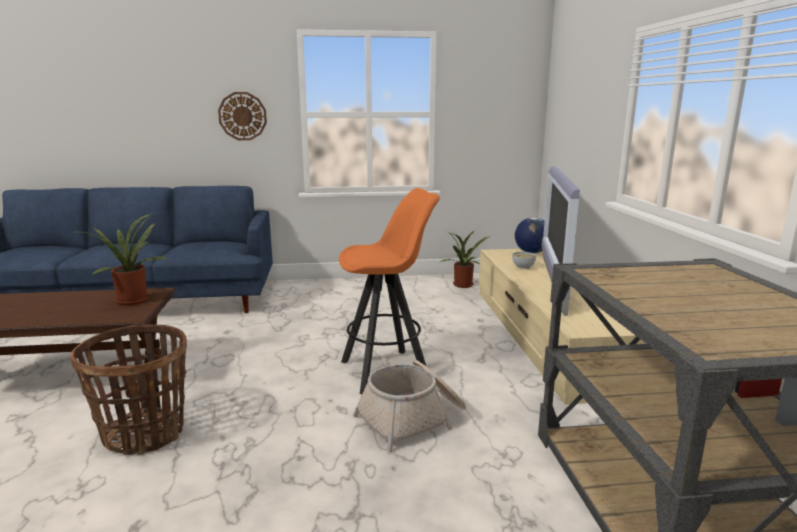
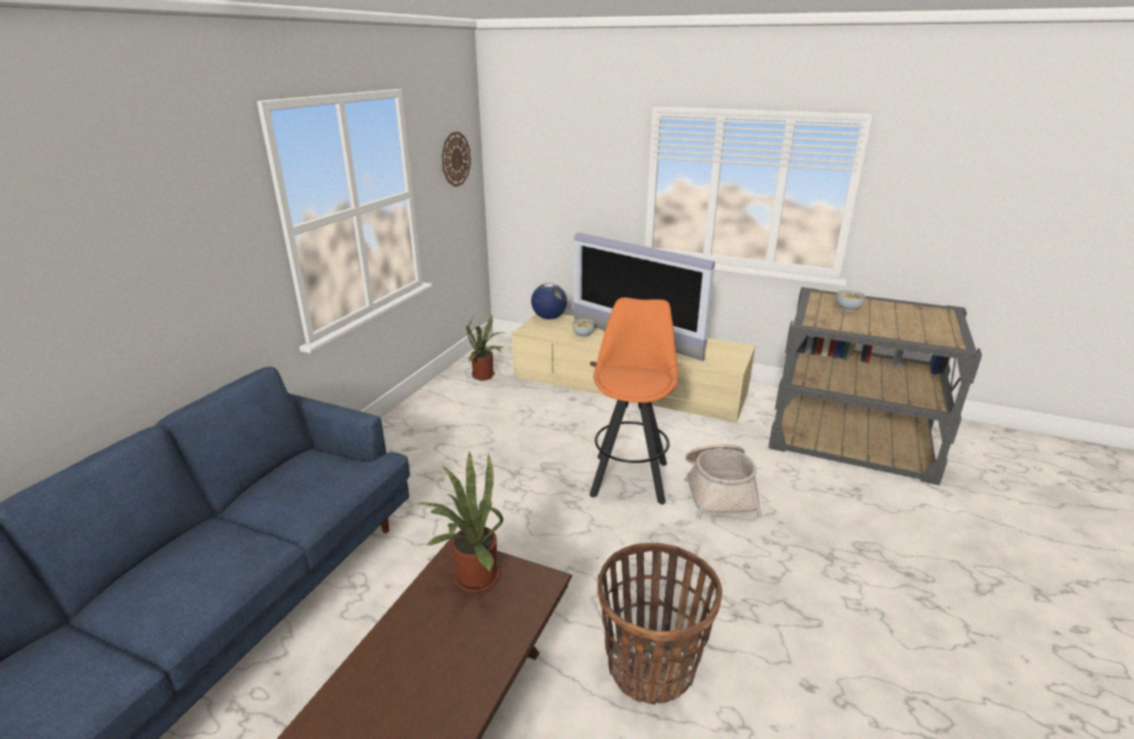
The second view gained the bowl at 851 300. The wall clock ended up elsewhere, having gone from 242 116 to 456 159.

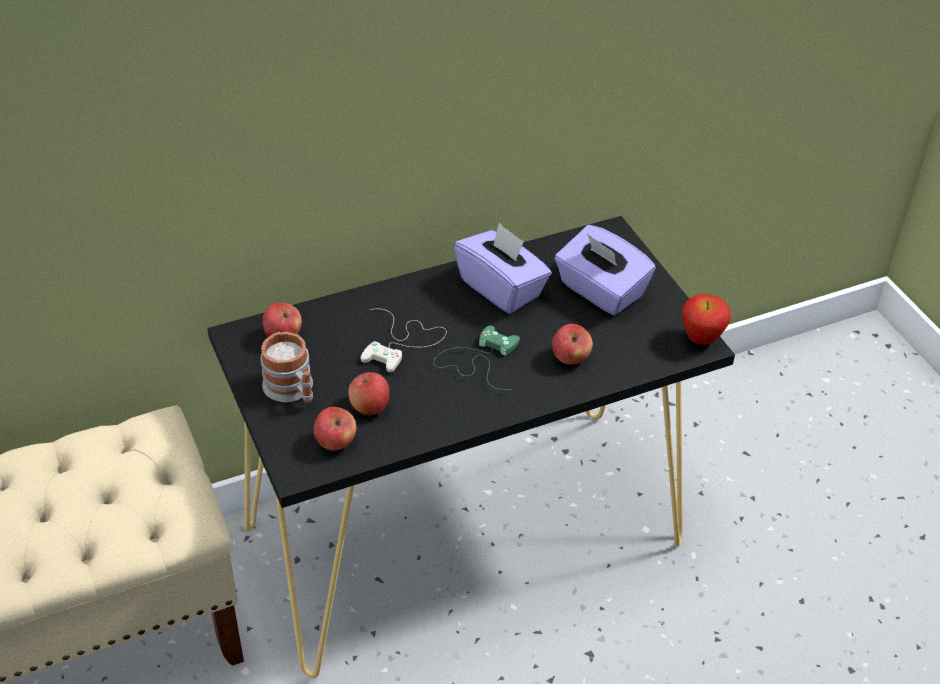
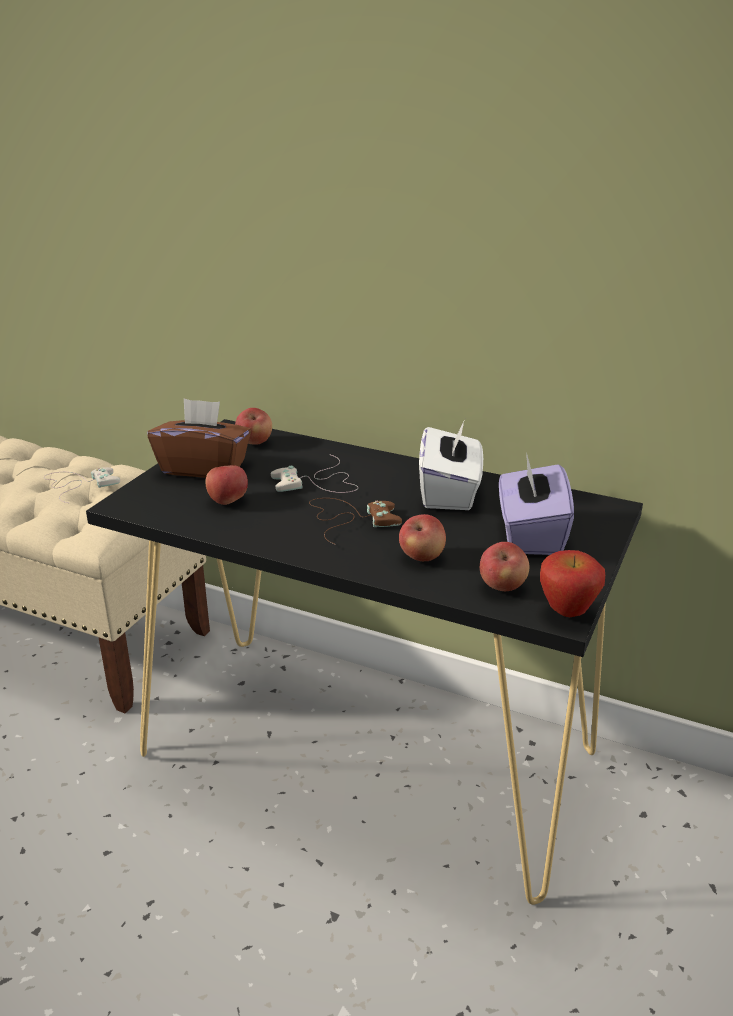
The second view gained the white game controller at 82 485. The apple ended up elsewhere, having gone from 335 429 to 504 566. Where the mug stood at 286 367, the brown tissue box came to stand at 199 438. What was the green game controller at 476 357 turned into the brown game controller at 355 521. What was the purple tissue box at 503 268 turned into the white tissue box at 451 467.

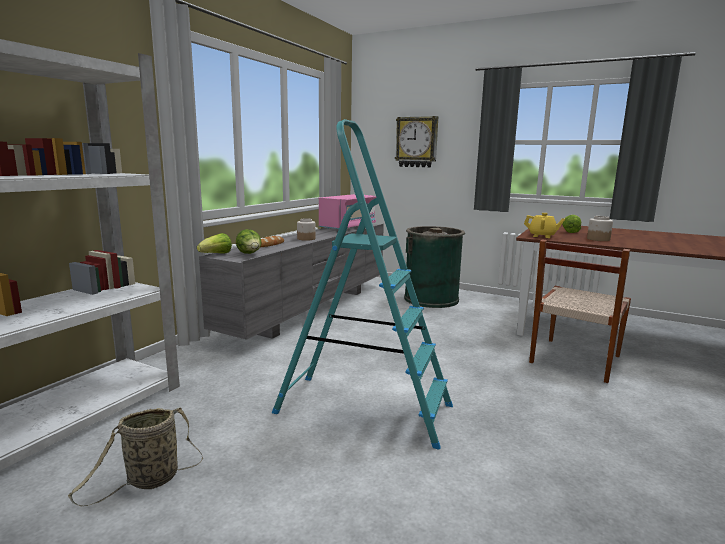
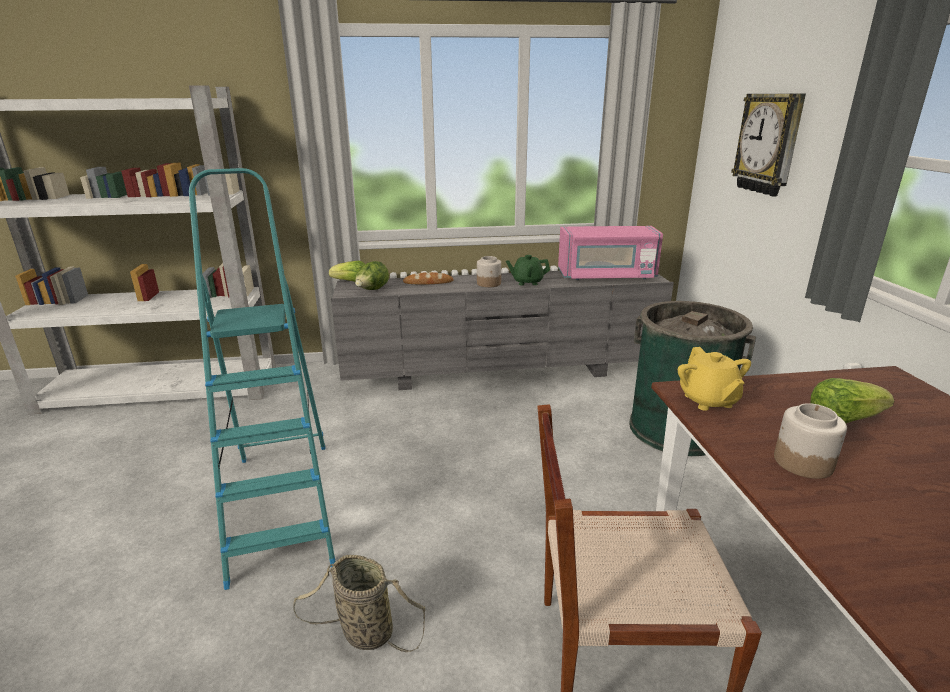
The second view gained the green teapot at 528 270. The basket ended up elsewhere, having gone from 135 457 to 359 603.

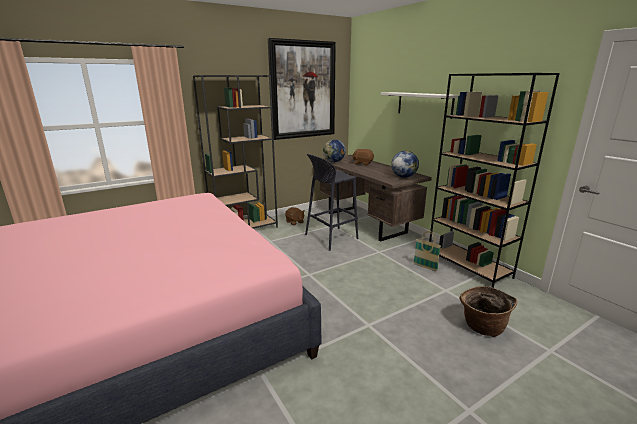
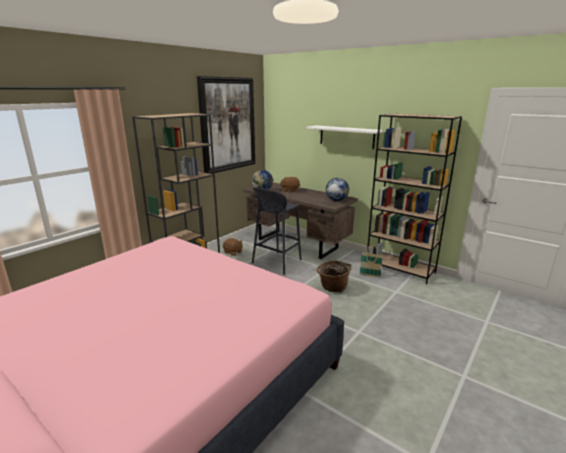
The basket ended up elsewhere, having gone from 488 311 to 334 276.

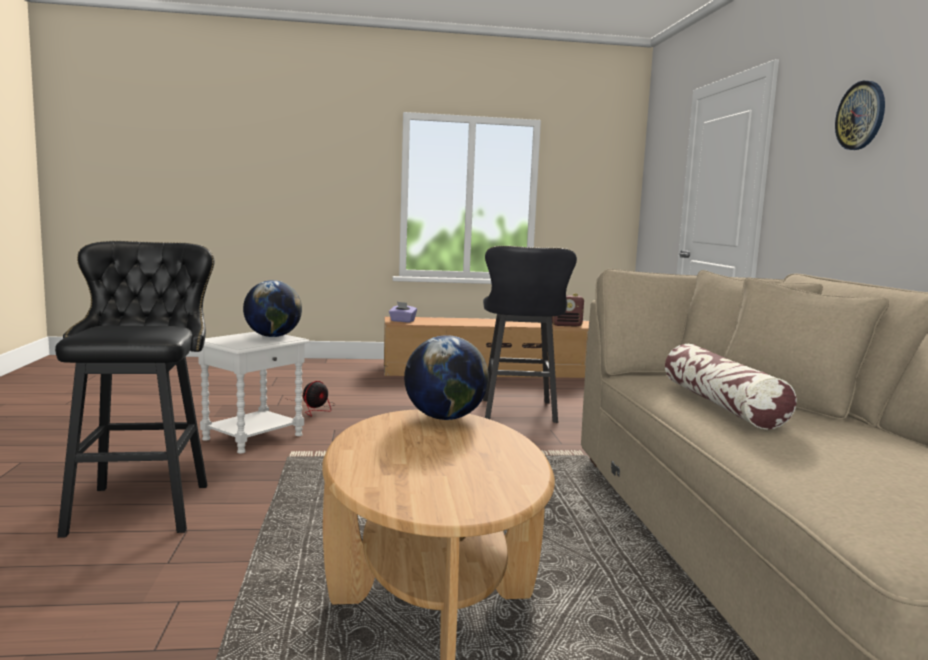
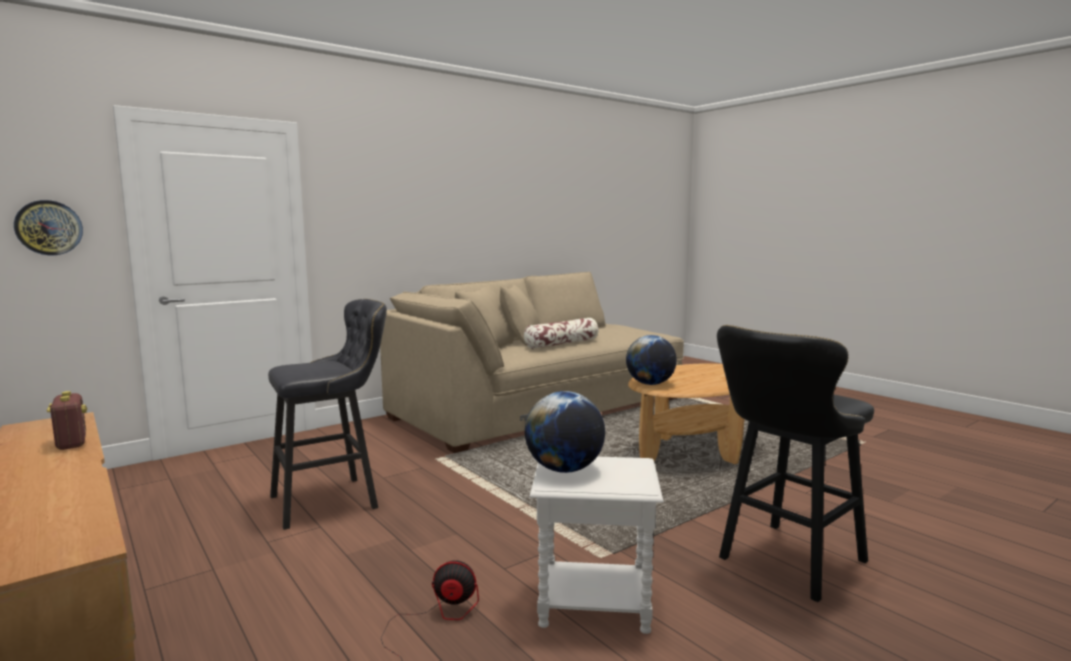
The second view lost the purple tissue box at 403 312. The wall clock ended up elsewhere, having gone from 860 115 to 48 227.

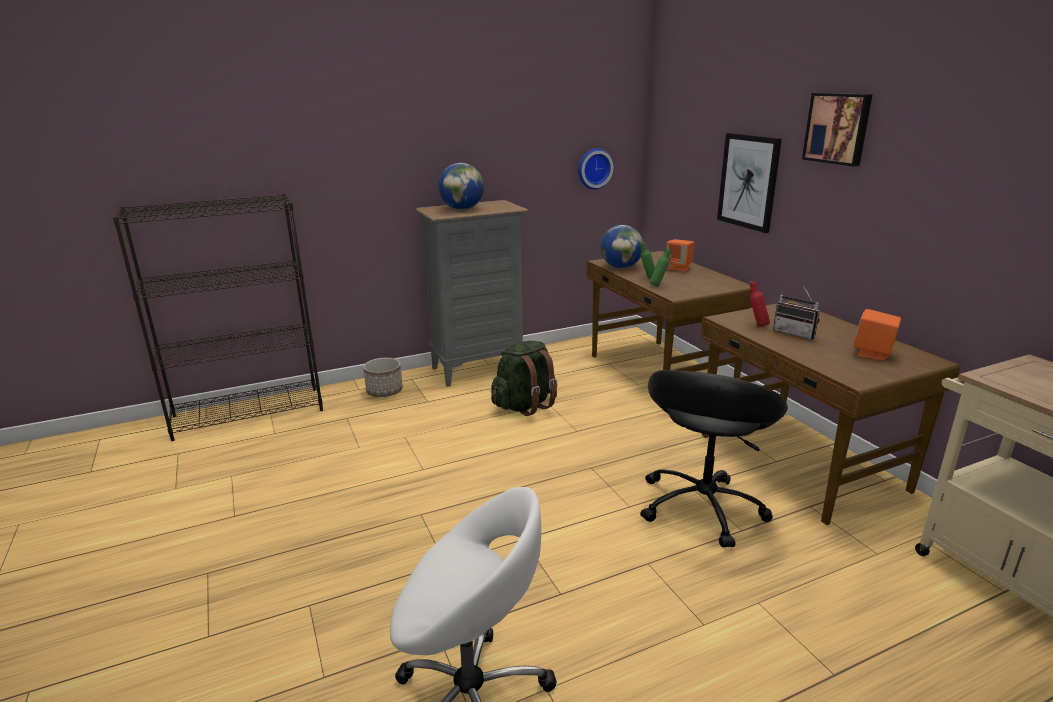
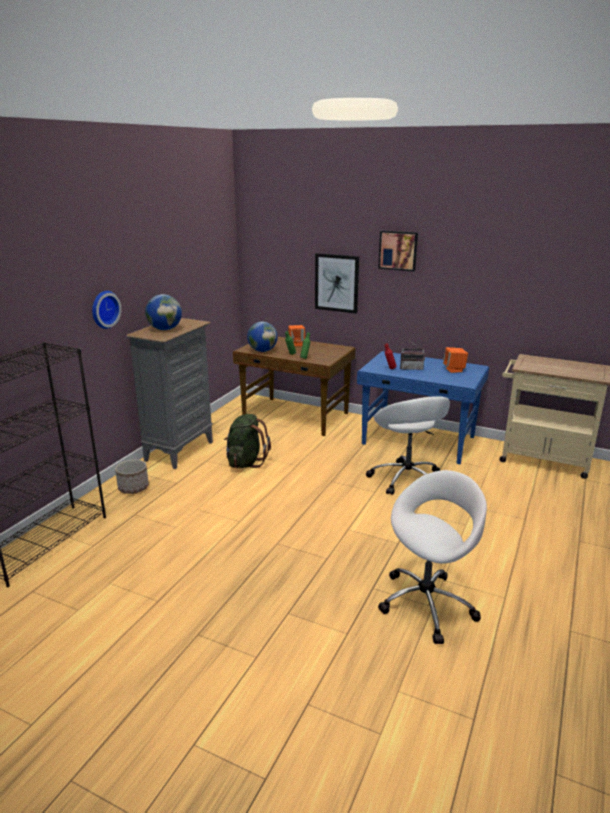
The wall clock ended up elsewhere, having gone from 595 168 to 106 310. What was the black office chair at 714 458 turned into the white office chair at 408 445. What was the brown desk at 830 413 turned into the blue desk at 423 407.

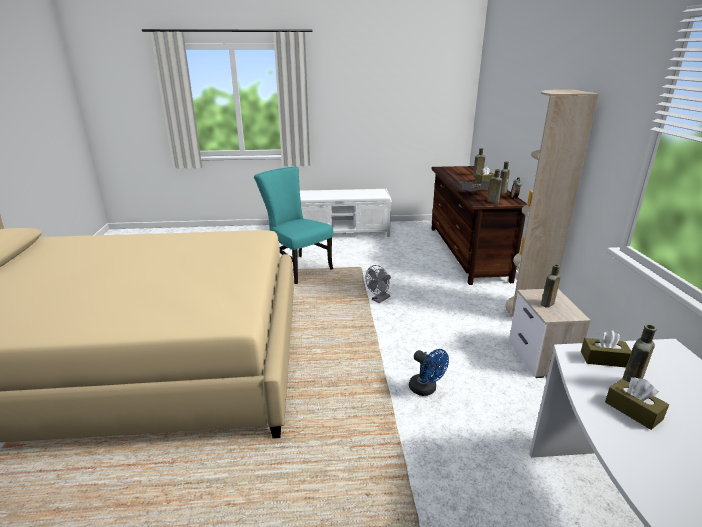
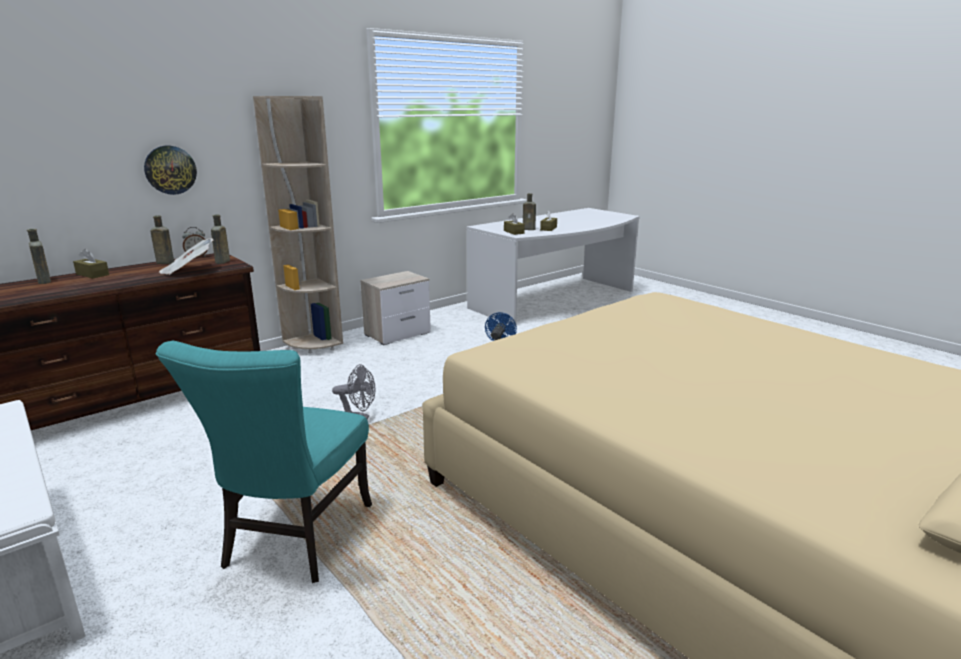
The second view lost the brown bottle at 550 286. The second view gained the wall clock at 170 170.

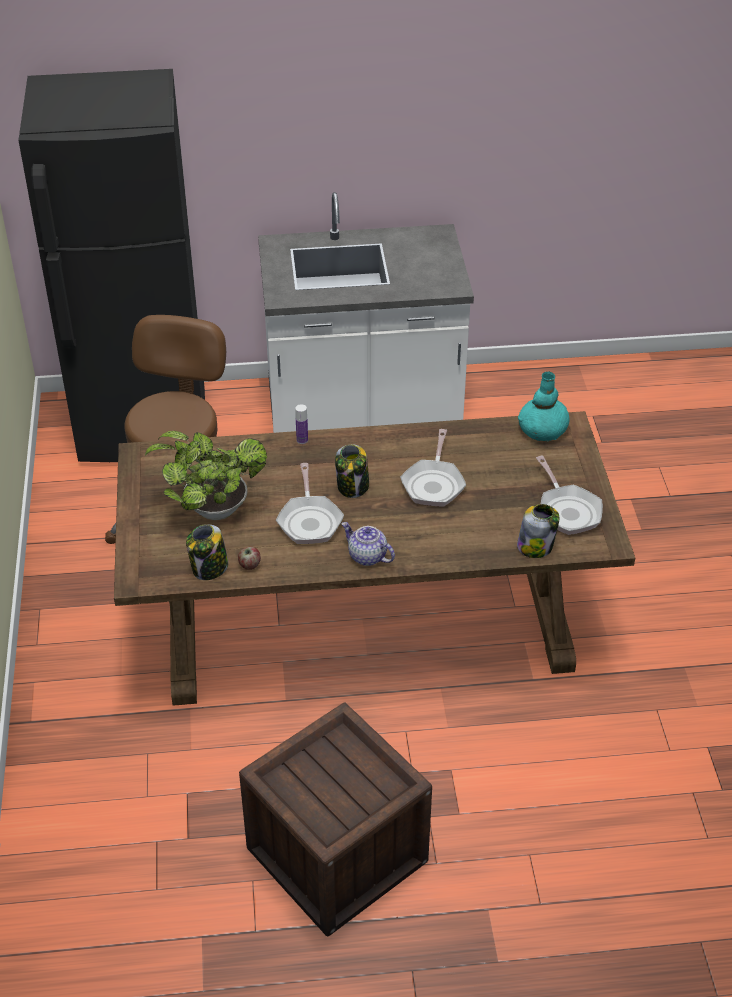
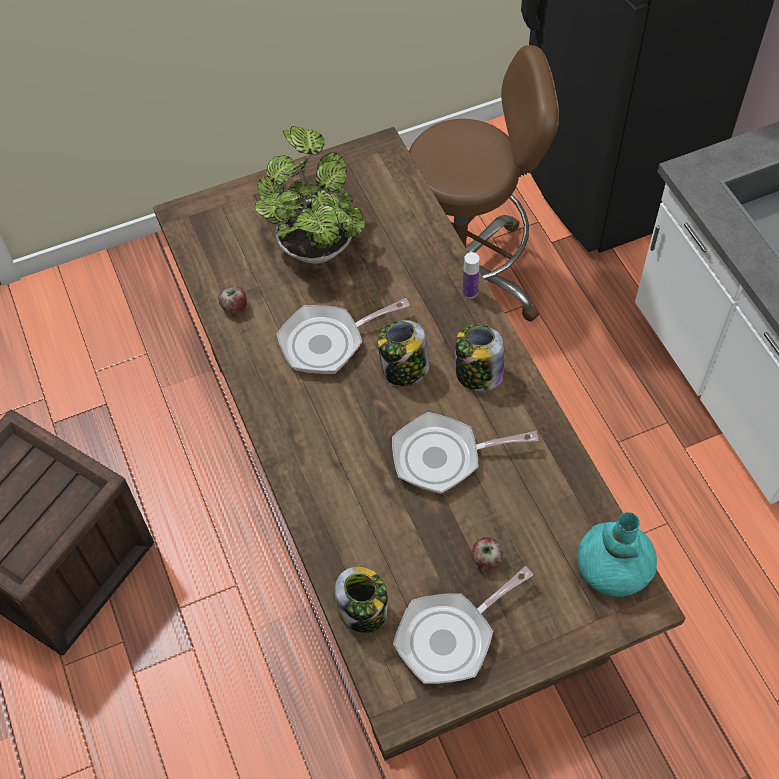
The second view lost the teapot at 368 544. The second view gained the apple at 487 553. The jar ended up elsewhere, having gone from 207 552 to 479 358.

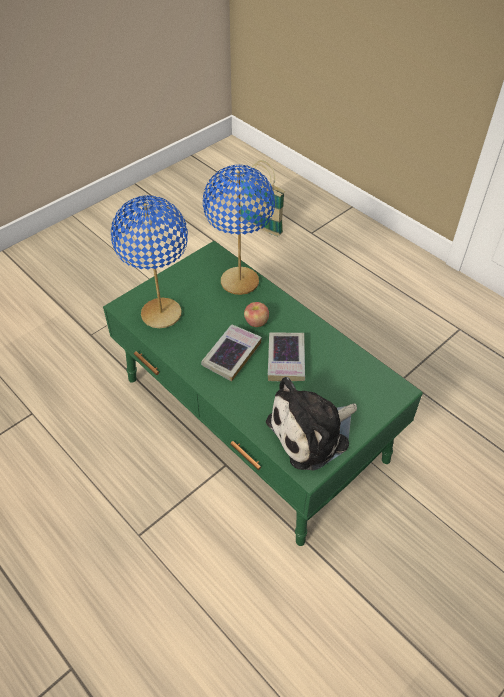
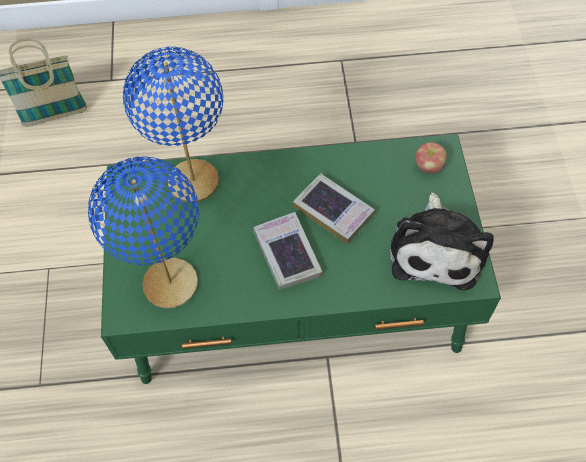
The apple ended up elsewhere, having gone from 256 314 to 431 157.

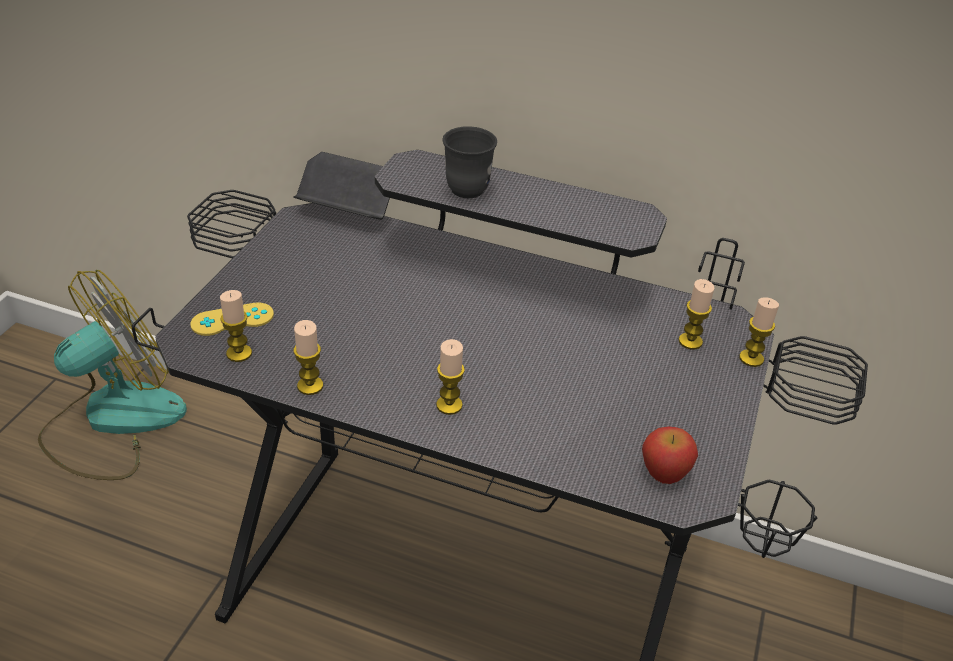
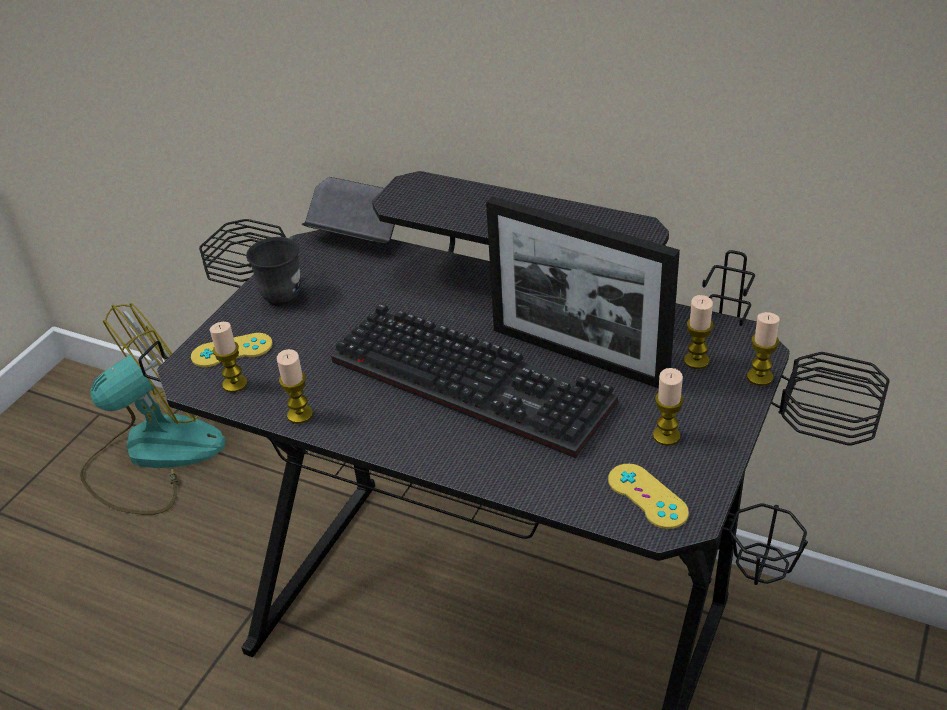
The second view gained the keyboard at 474 380. The second view gained the picture frame at 583 292. The candle ended up elsewhere, having gone from 450 377 to 668 407. The grey mug ended up elsewhere, having gone from 469 162 to 273 271. Where the apple stood at 670 455, the yellow game controller came to stand at 648 496.

